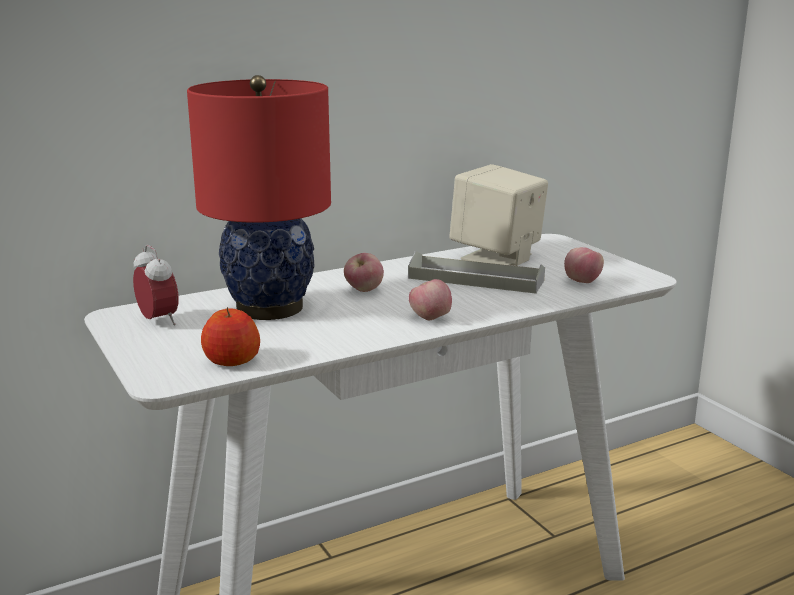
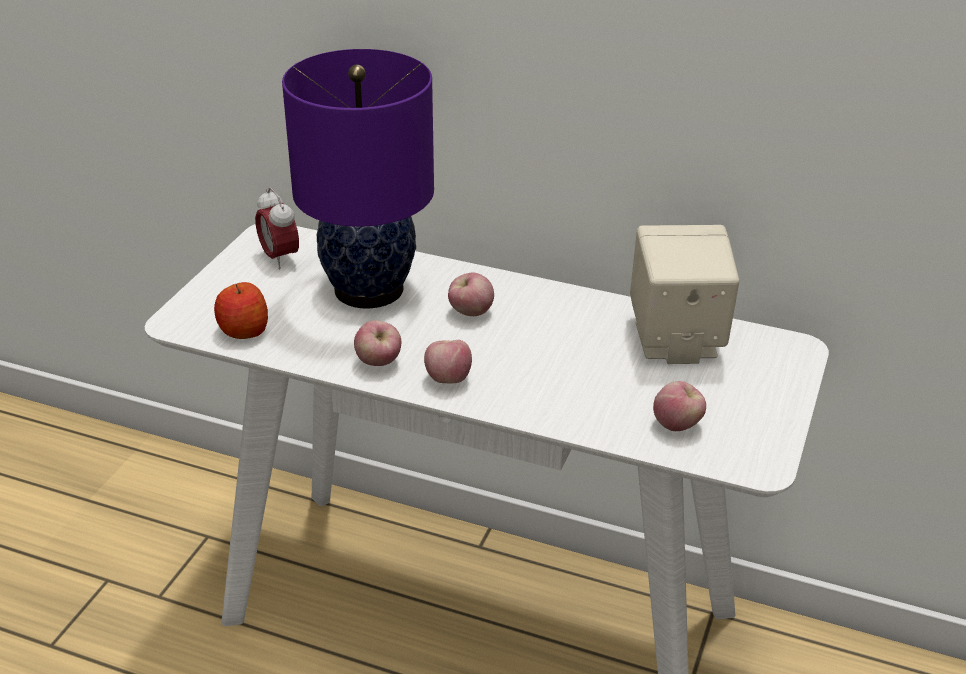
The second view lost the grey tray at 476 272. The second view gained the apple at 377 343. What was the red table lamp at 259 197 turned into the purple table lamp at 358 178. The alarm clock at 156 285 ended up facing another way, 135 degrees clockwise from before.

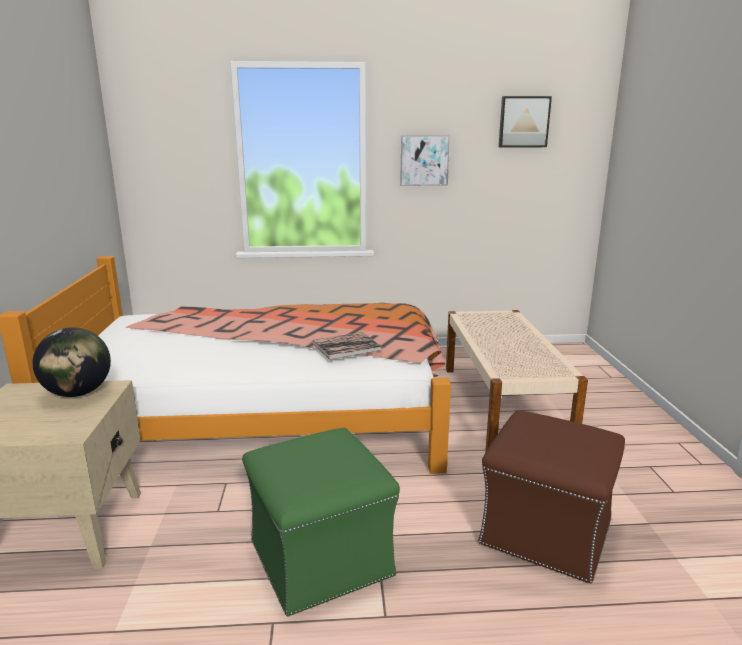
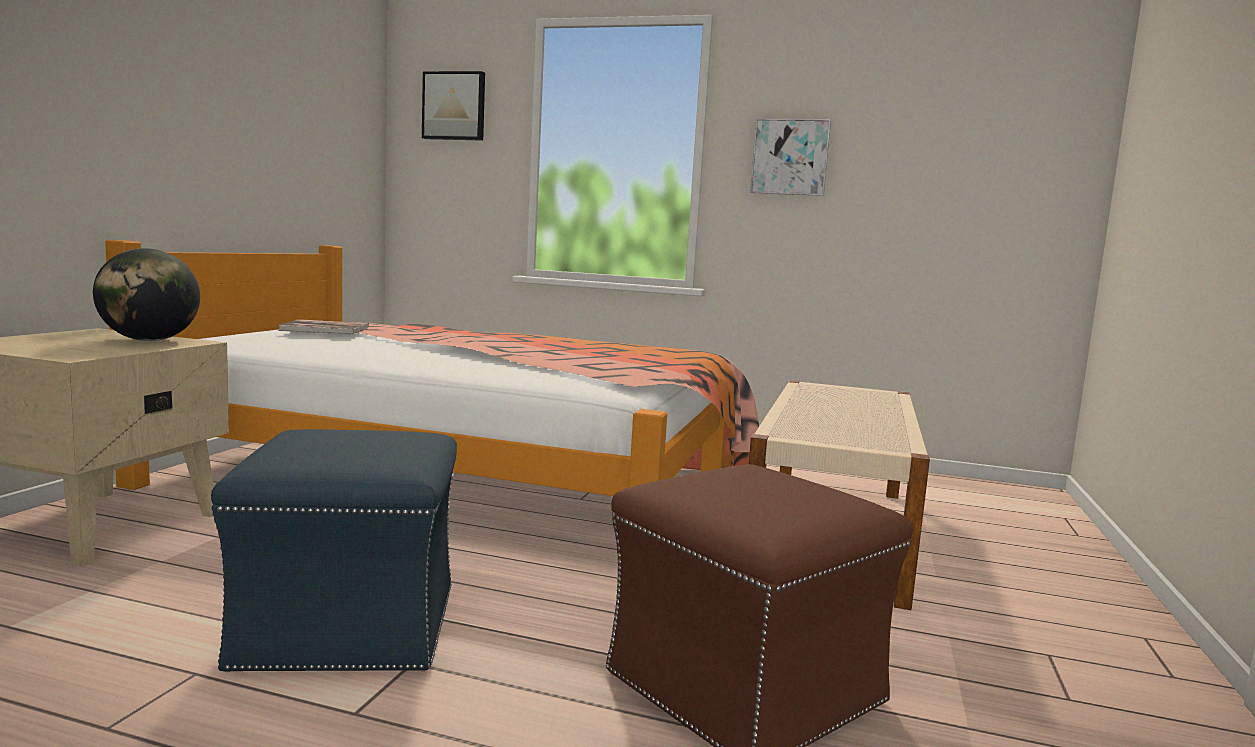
The book ended up elsewhere, having gone from 347 346 to 323 326. The picture ended up elsewhere, having gone from 525 121 to 453 106. What was the green ottoman at 321 522 turned into the blue ottoman at 334 550.

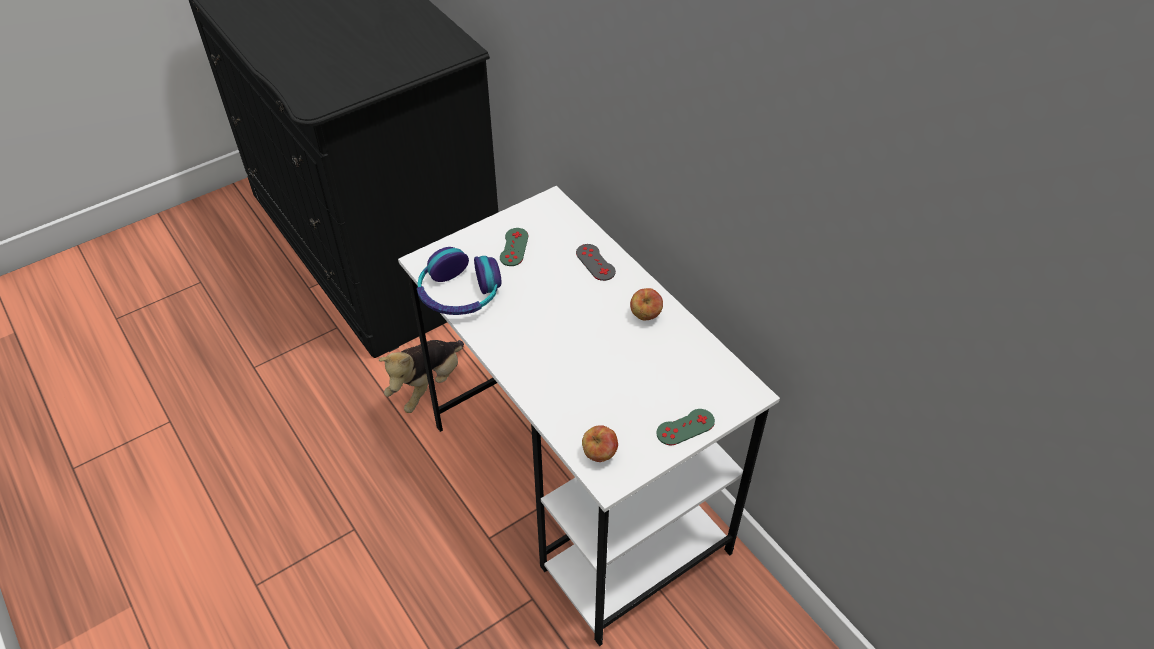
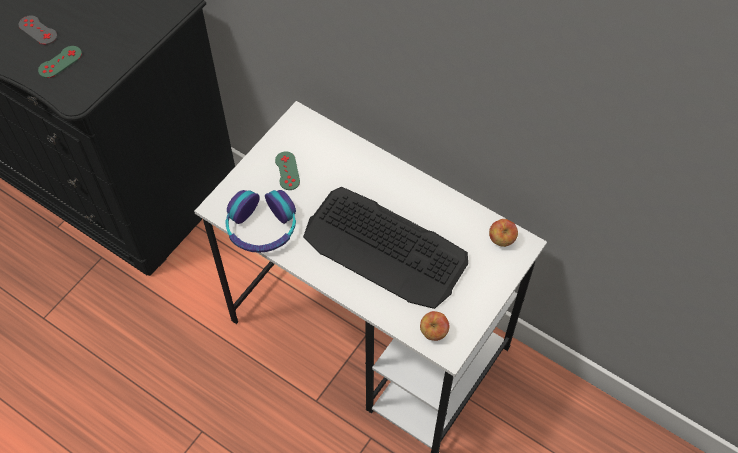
The second view lost the plush toy at 421 376. The second view gained the keyboard at 385 248. The grey game controller ended up elsewhere, having gone from 596 262 to 38 30. The apple ended up elsewhere, having gone from 646 304 to 503 233. The green game controller ended up elsewhere, having gone from 685 427 to 60 62.

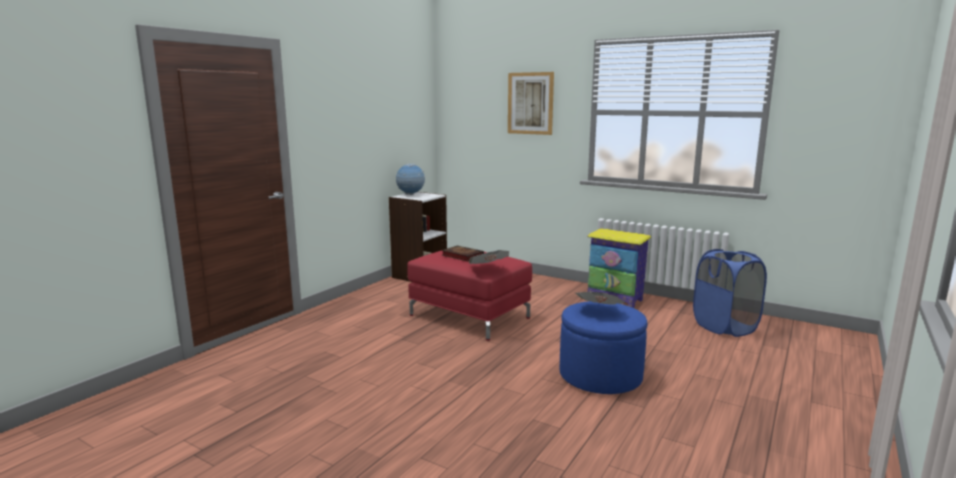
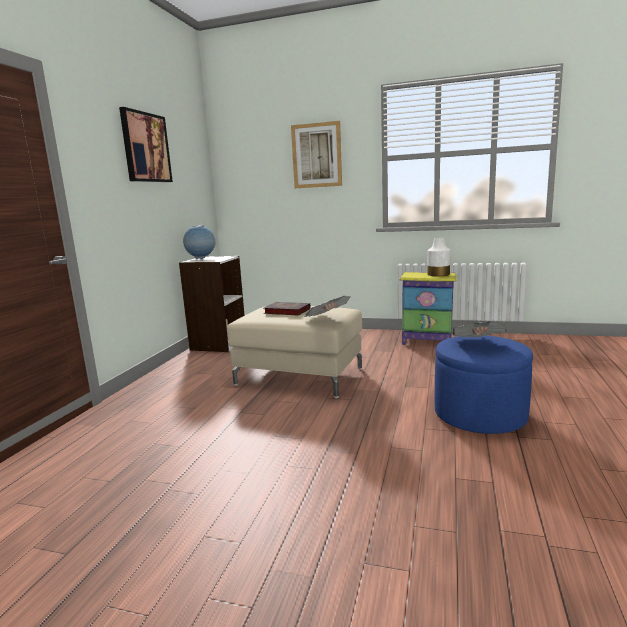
The second view lost the blue laundry basket at 730 293. The second view gained the picture at 146 144. The second view gained the white vase at 438 257. What was the red ottoman at 469 296 turned into the beige ottoman at 294 352.

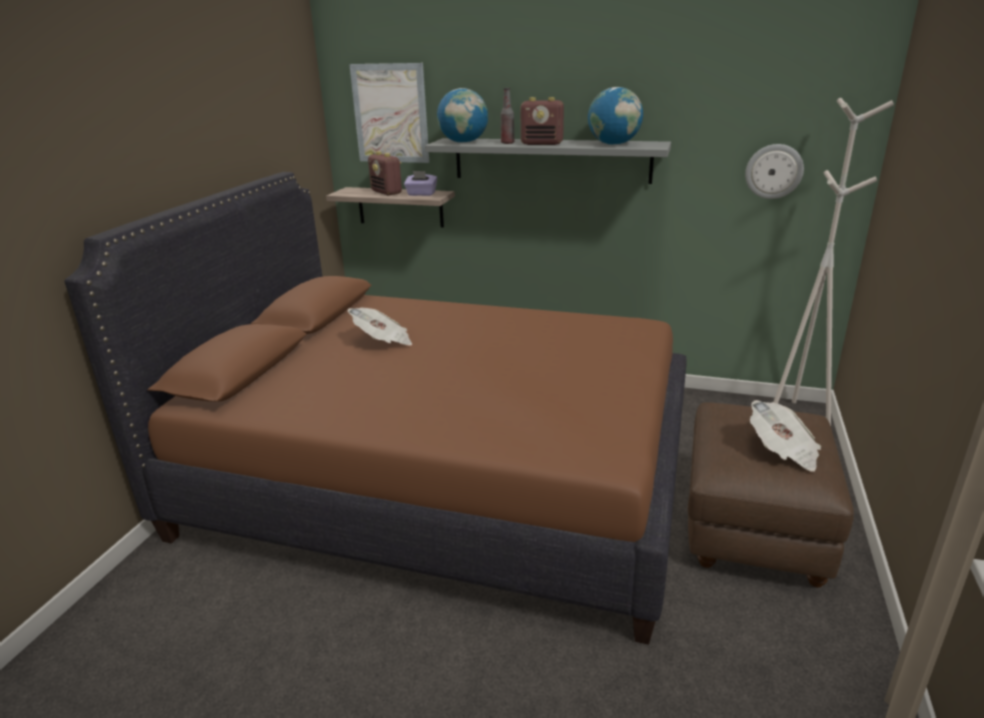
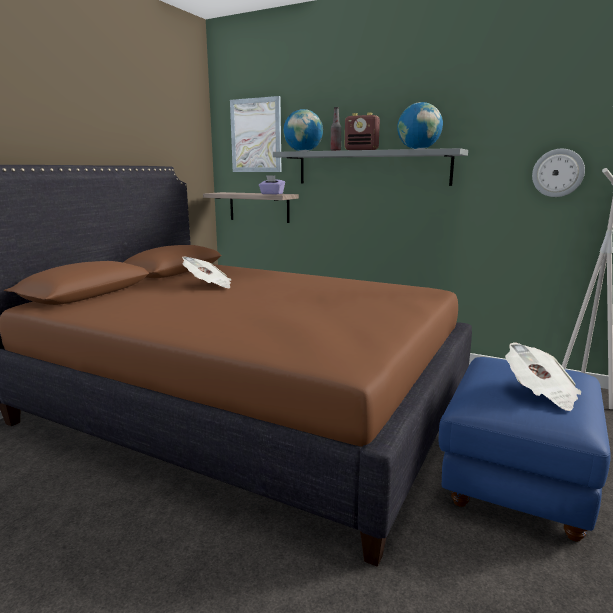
The second view lost the radio at 385 173. What was the brown ottoman at 771 494 turned into the blue ottoman at 524 449.

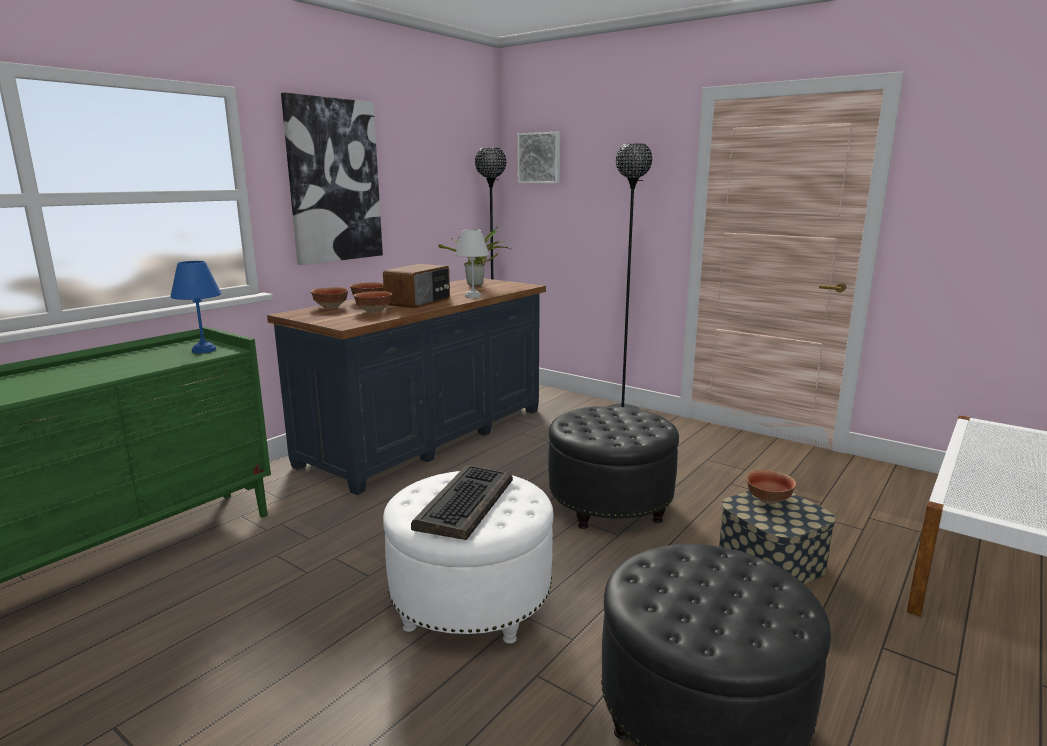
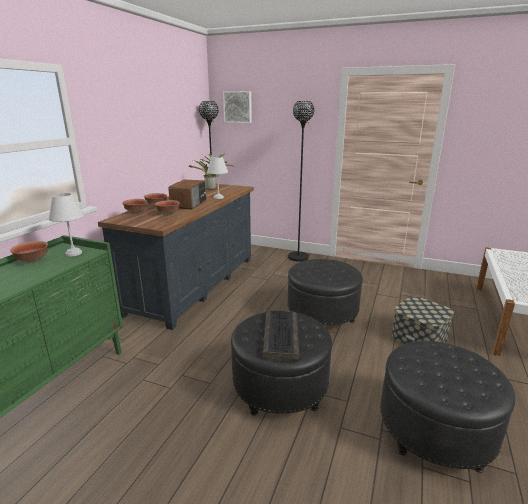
The second view lost the picture at 332 179. The bowl ended up elsewhere, having gone from 771 487 to 29 252. What was the blue table lamp at 195 307 turned into the white table lamp at 66 224. What was the white ottoman at 468 557 turned into the black ottoman at 281 363.

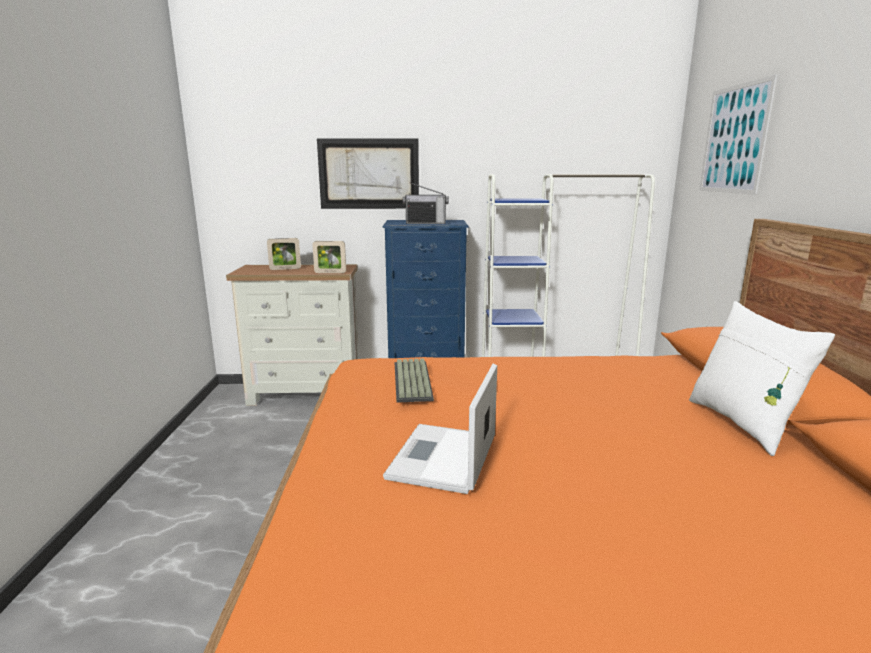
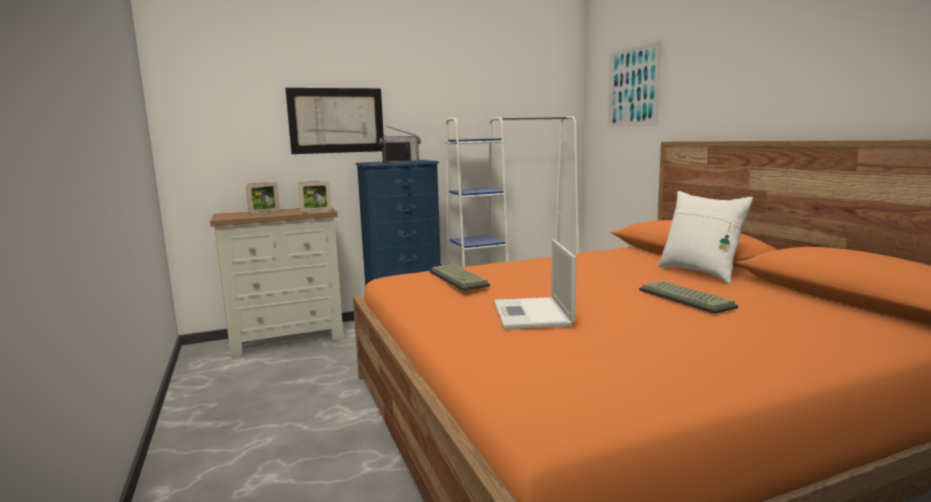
The second view gained the keyboard at 688 297.

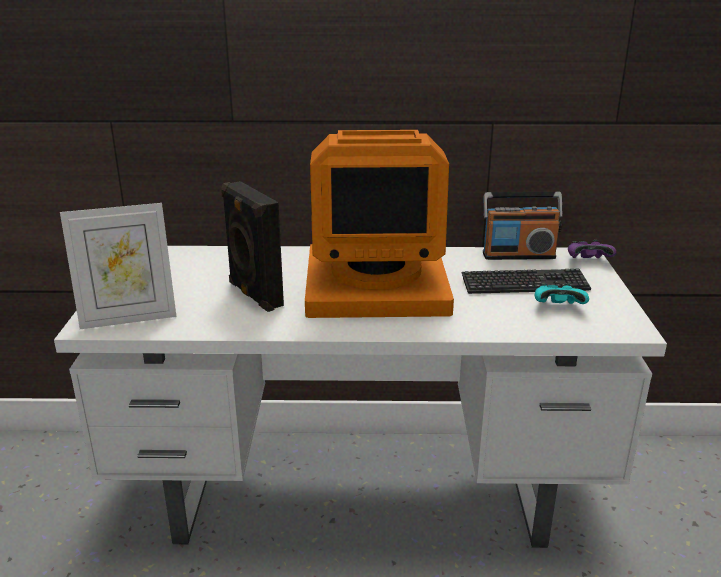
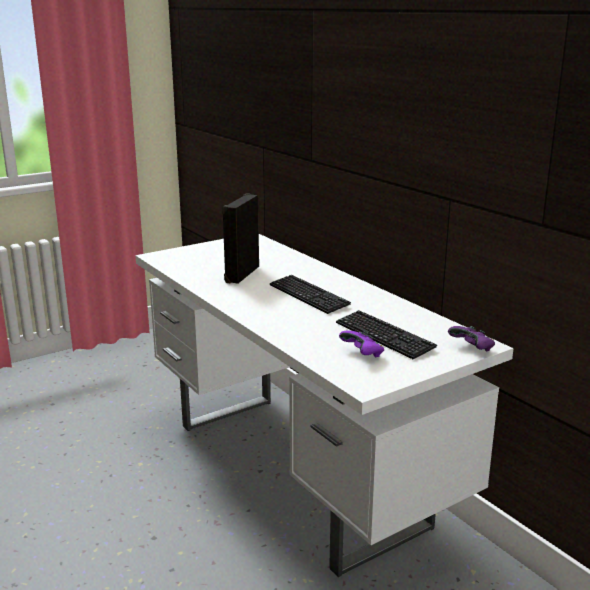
The second view lost the picture frame at 118 266. The second view lost the radio at 523 226. Where the monitor stood at 379 224, the keyboard came to stand at 310 294. What was the turquoise game controller at 562 293 turned into the purple game controller at 361 343.

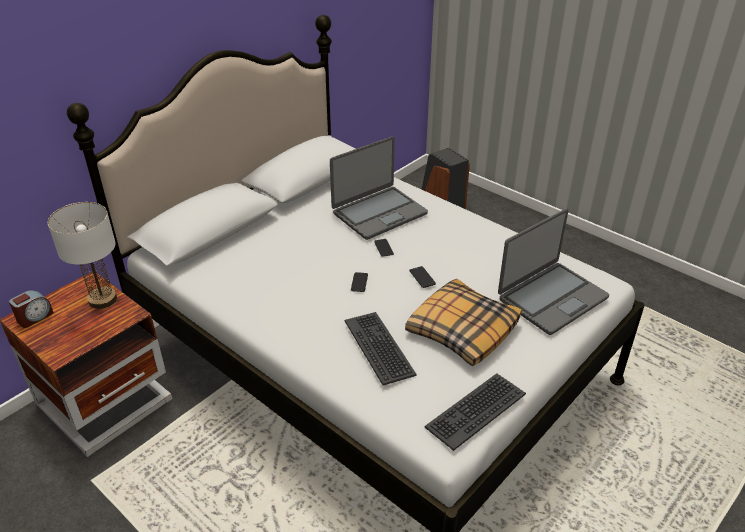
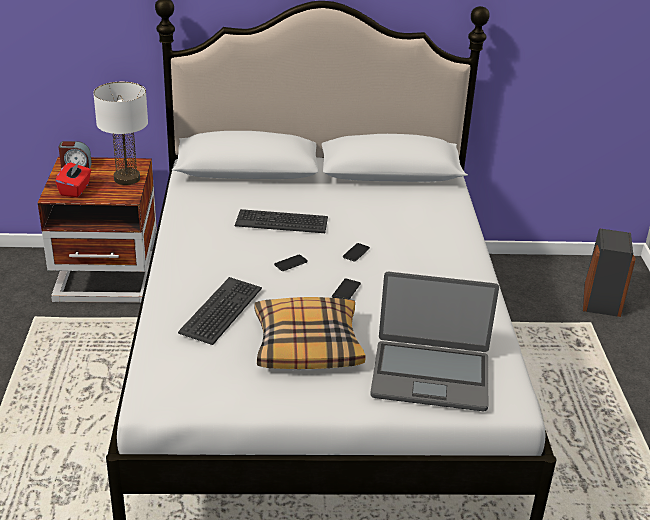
The second view lost the laptop at 379 188. The second view gained the red tissue box at 73 179. The keyboard ended up elsewhere, having gone from 475 412 to 281 221.

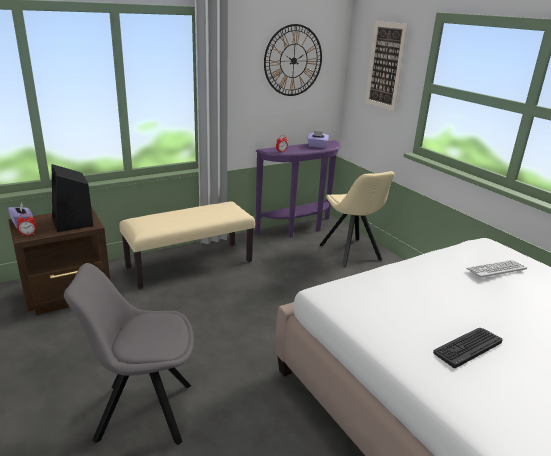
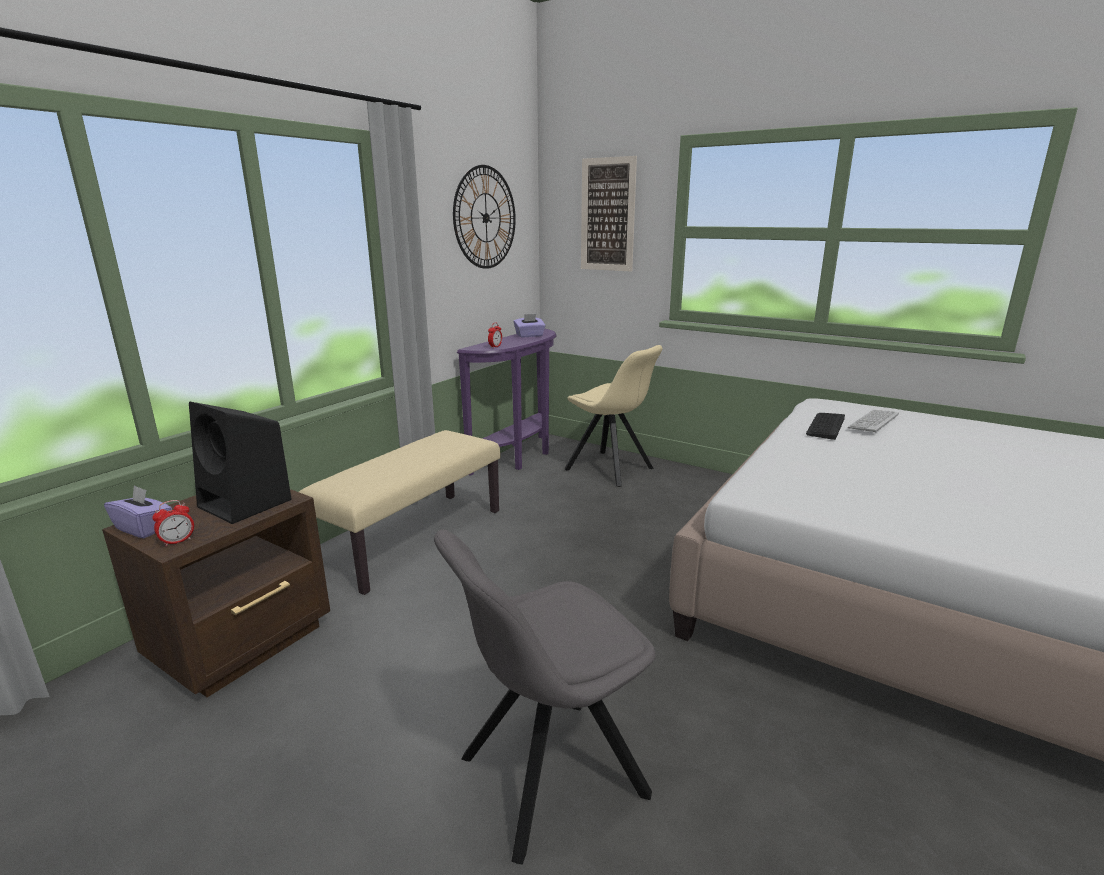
The keyboard ended up elsewhere, having gone from 468 348 to 825 426.

